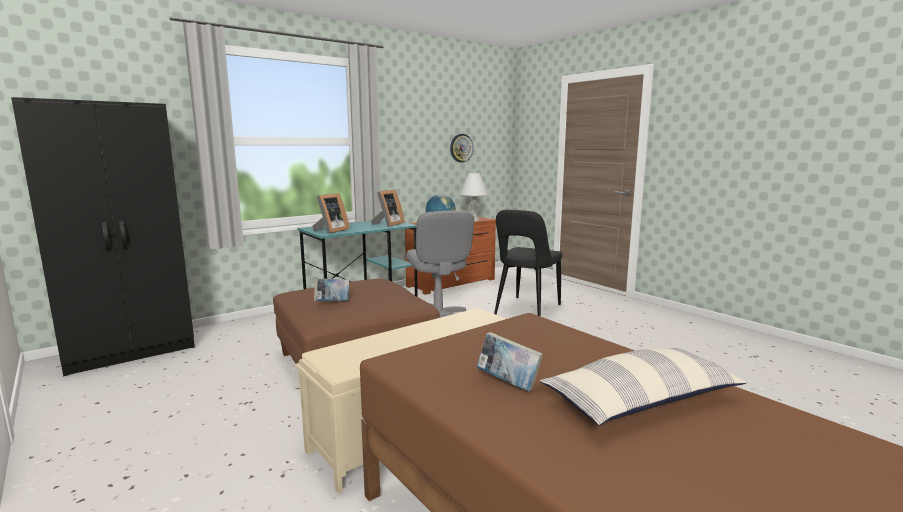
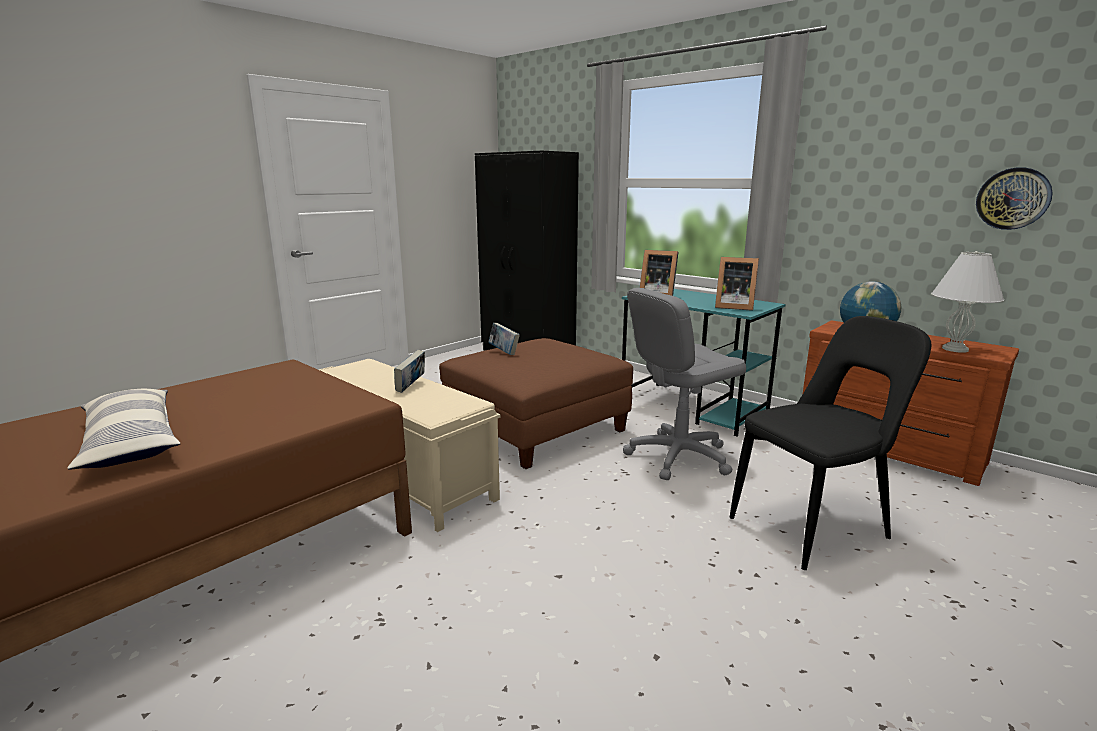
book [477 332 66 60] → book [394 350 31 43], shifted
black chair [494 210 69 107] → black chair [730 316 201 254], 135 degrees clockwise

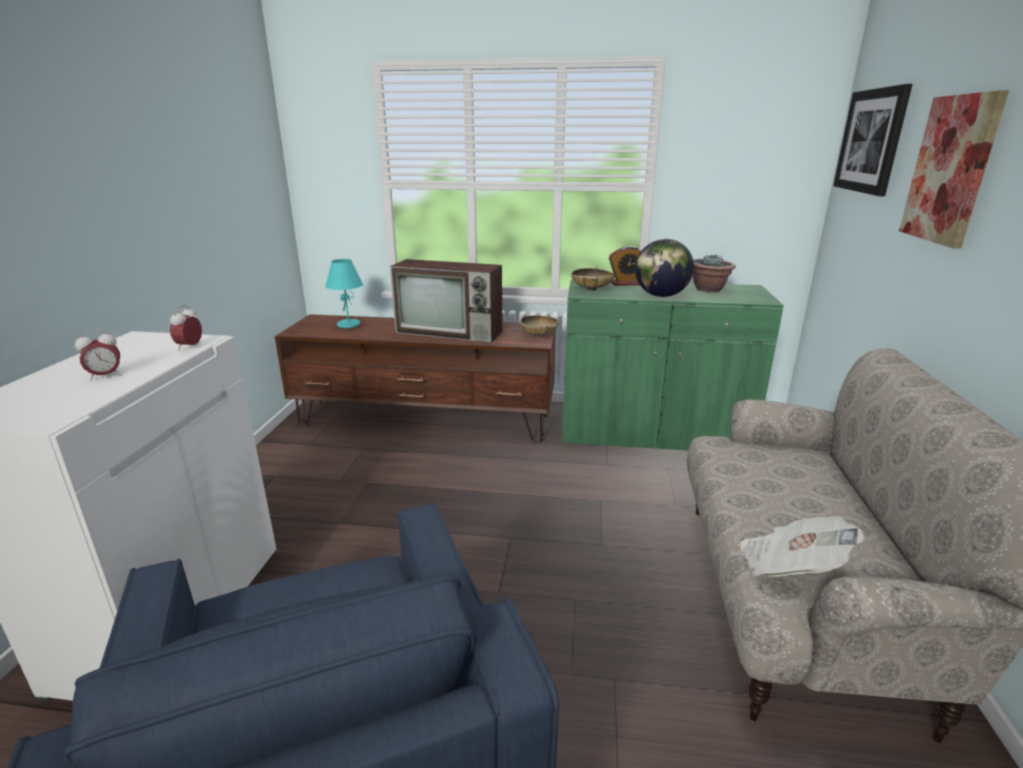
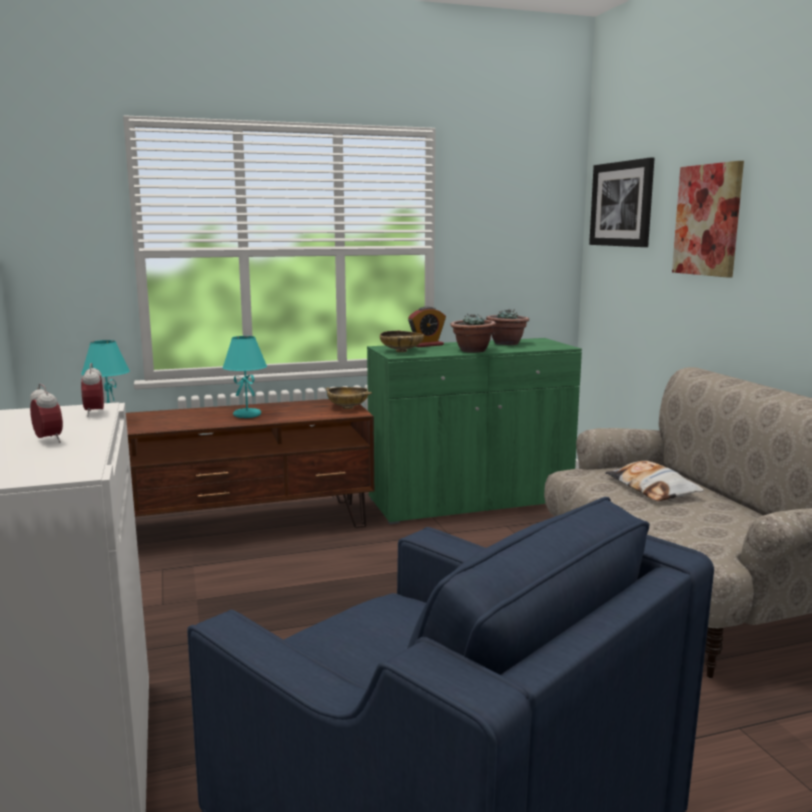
alarm clock [75 329 45 51] → alarm clock [30 383 33 60], 75 degrees counterclockwise
television [390 259 112 84] → turquoise table lamp [222 336 45 82]
globe [635 239 59 58] → potted plant [450 314 46 39]
- → pillow [605 461 99 40]
newspaper [739 516 125 61] → -

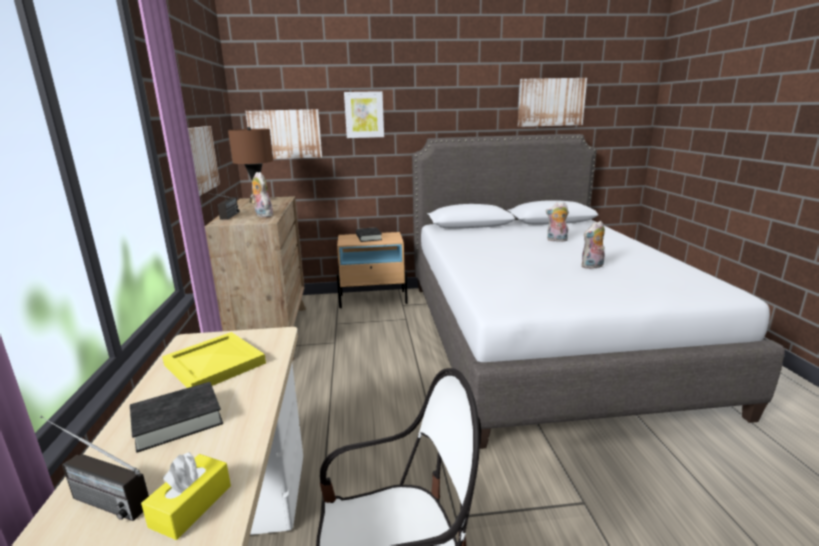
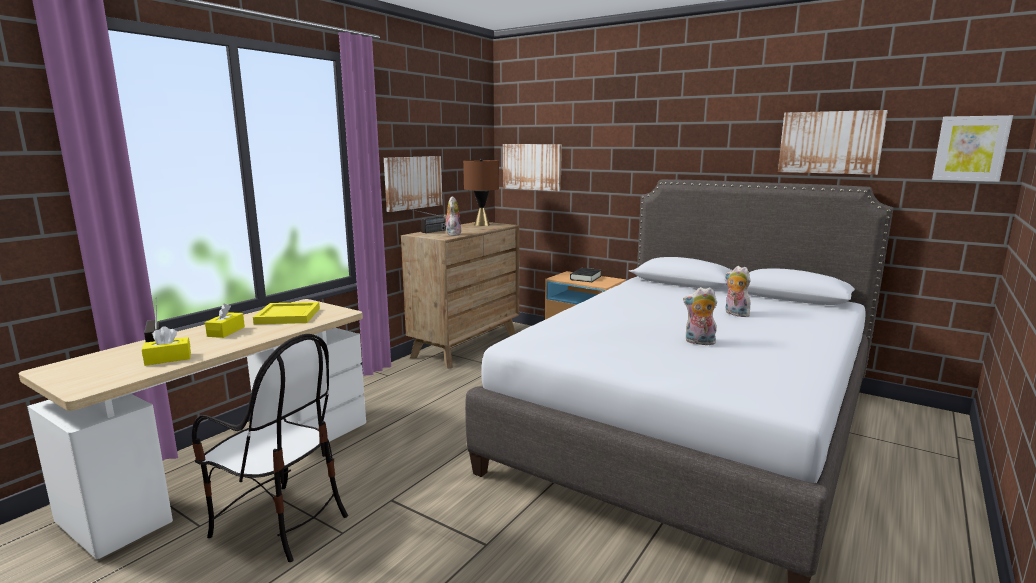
black book [130 382 93 71] → yellow tissue box [205 303 40 35]
picture [344 91 40 47] → picture [932 115 81 67], shifted

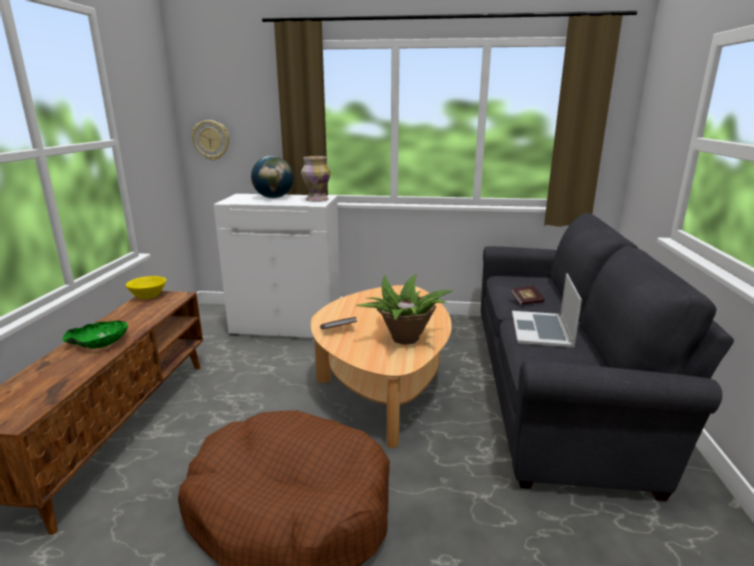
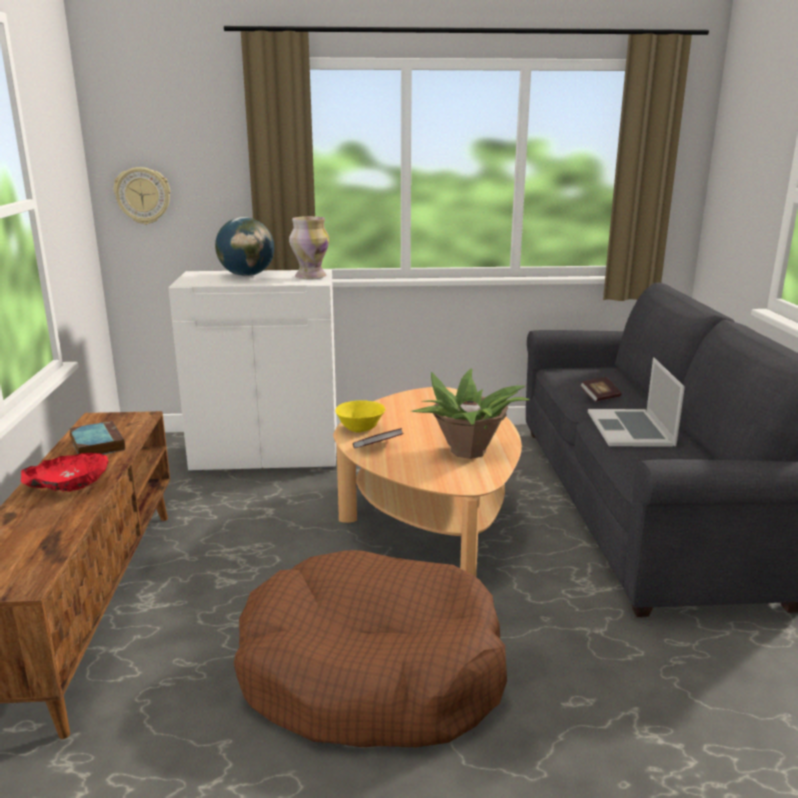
green bowl [62 321 66 28] → red bowl [21 453 87 39]
- → book [69 421 56 34]
yellow bowl [126 276 40 23] → yellow bowl [335 400 50 33], shifted

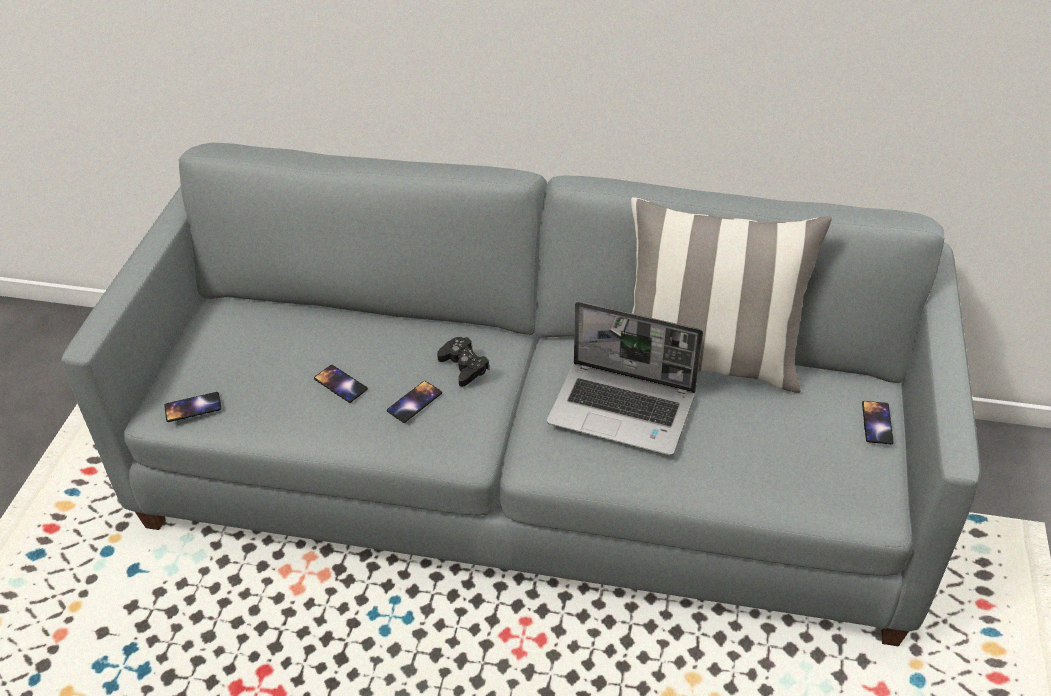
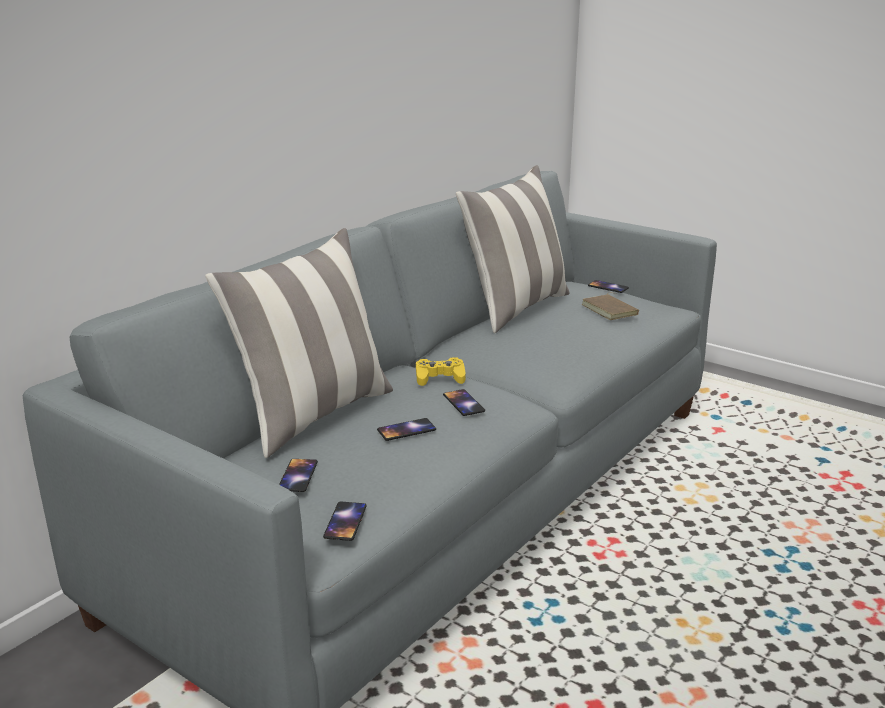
- → pillow [205 228 188 230]
- → phone [279 459 39 33]
black game controller [437 337 53 50] → yellow game controller [416 357 50 29]
- → brown book [582 294 57 26]
laptop [547 301 156 155] → -

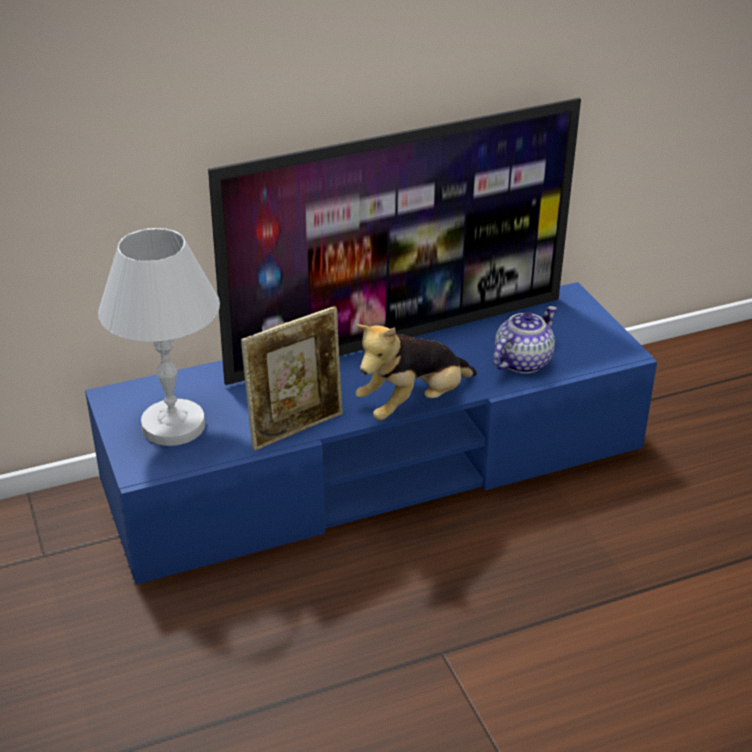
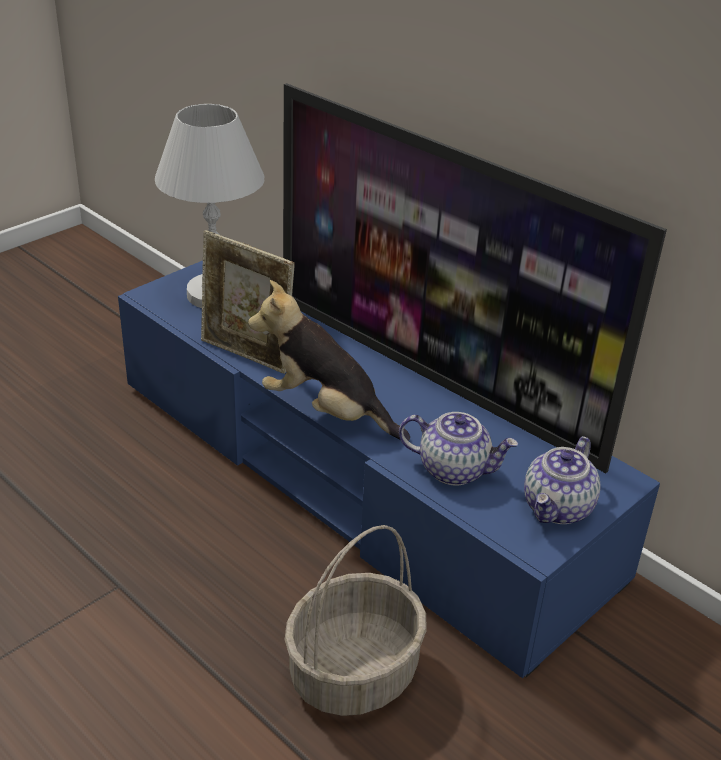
- → basket [284 525 143 191]
- → teapot [524 436 76 88]

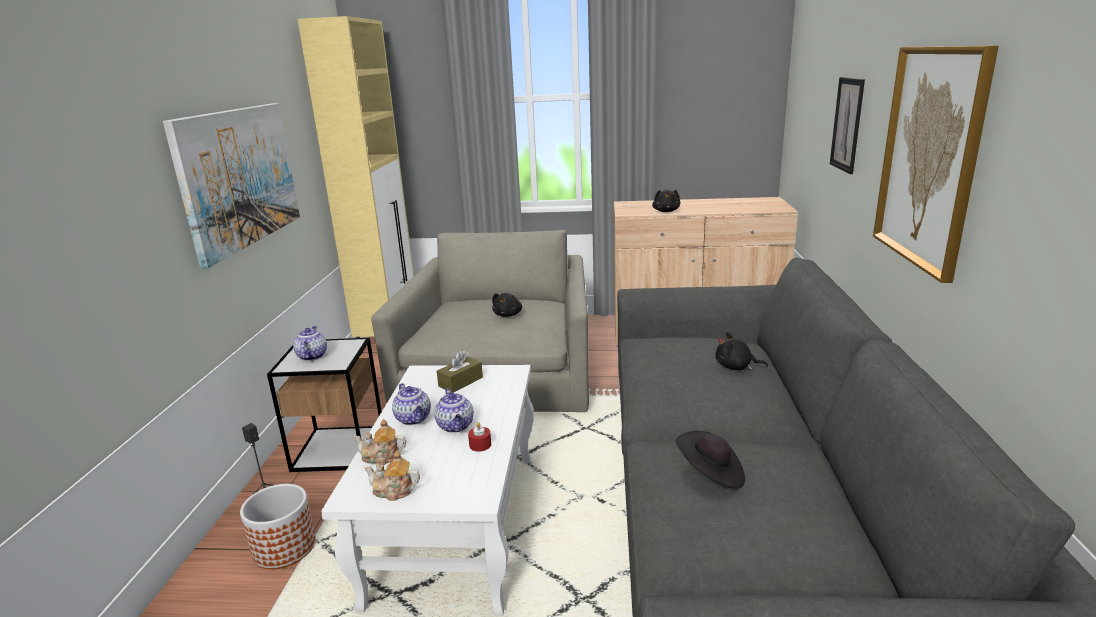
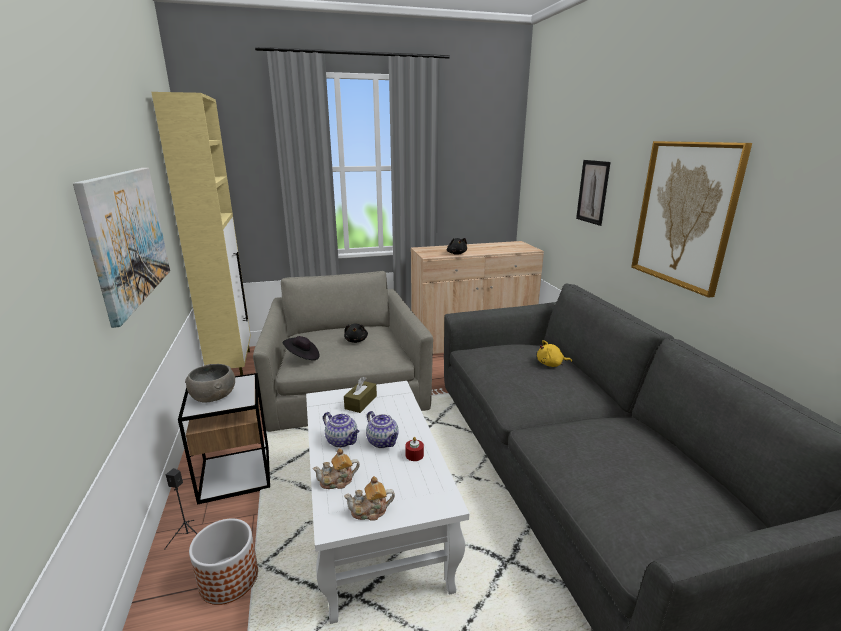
teapot [293 326 34 35] → grey bowl [185 364 50 38]
black hat [676 431 69 57] → black hat [283 336 37 24], shifted
black plush toy [715 332 53 38] → yellow plush toy [537 340 35 27]

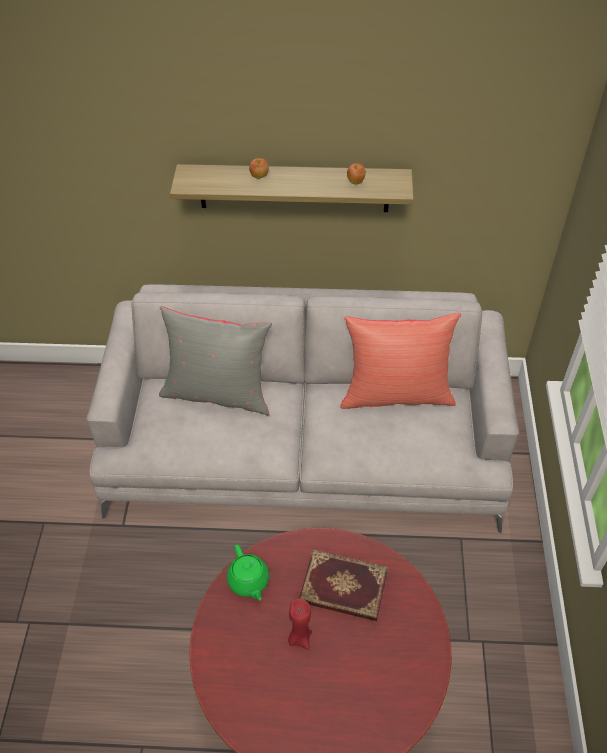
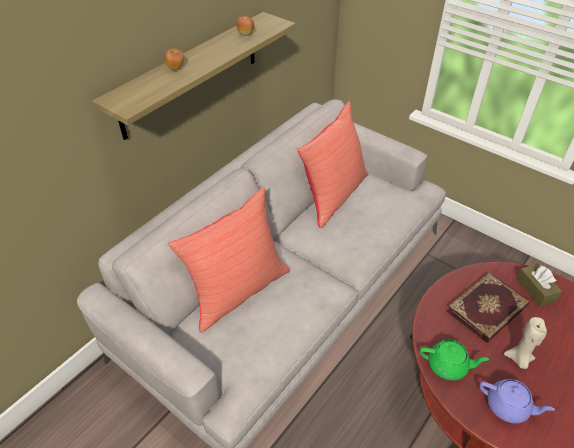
grey pillow [159 306 113 110] → red pillow [168 187 122 146]
- → purple teapot [479 379 76 45]
red candle [288 599 24 51] → beige candle [504 317 43 52]
- → brown tissue box [516 264 46 43]

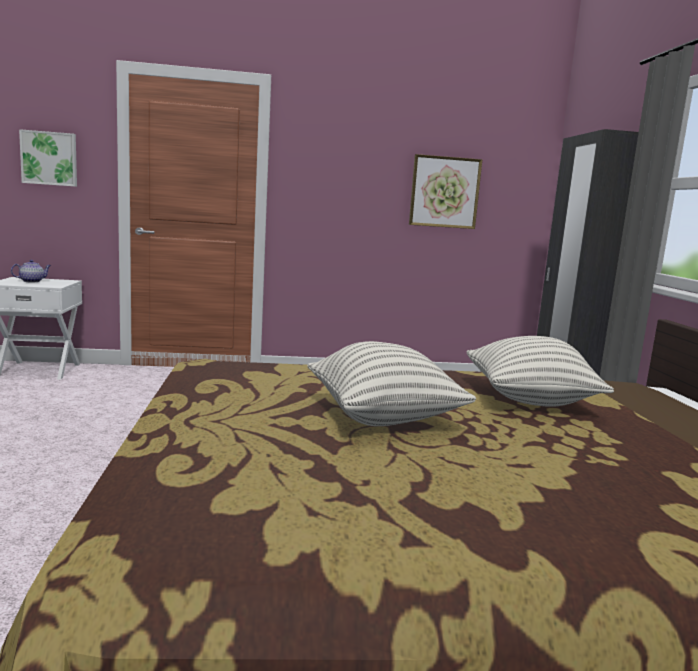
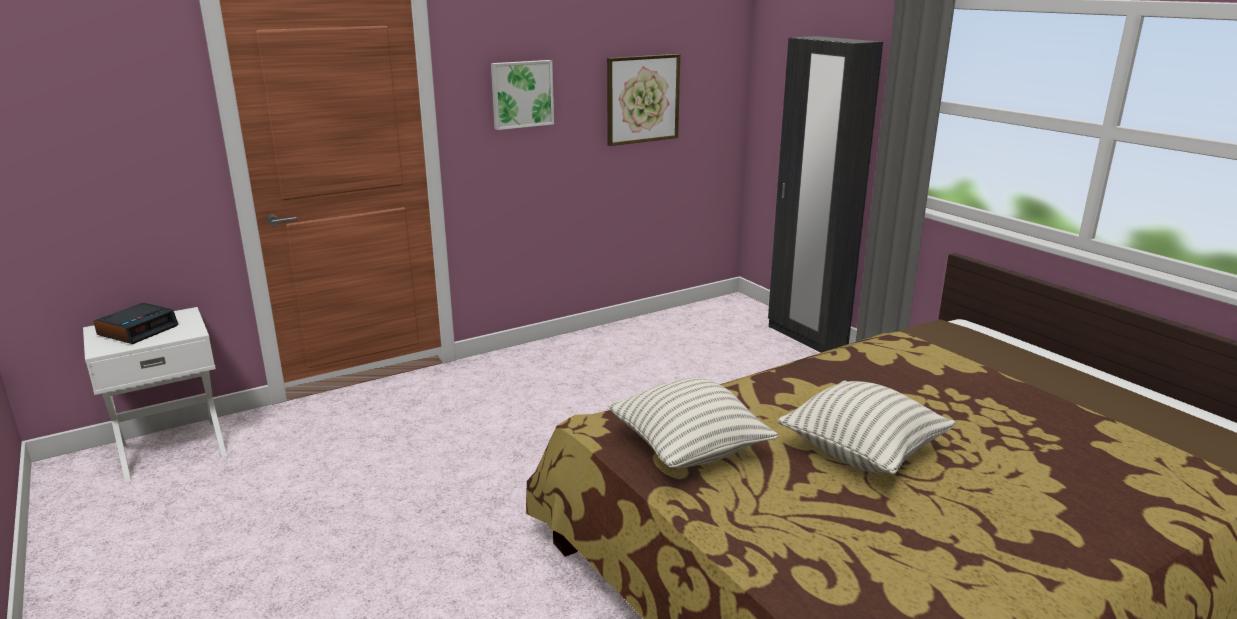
teapot [11 260 40 22] → alarm clock [94 303 84 41]
picture [19 129 58 58] → picture [491 60 63 70], shifted
pillow [467 336 147 71] → pillow [608 378 170 90], shifted

